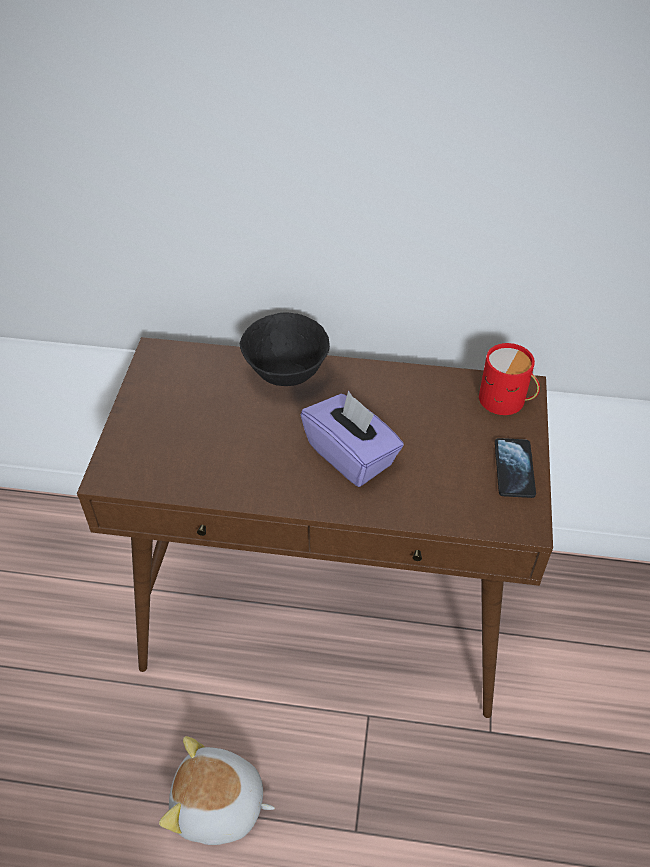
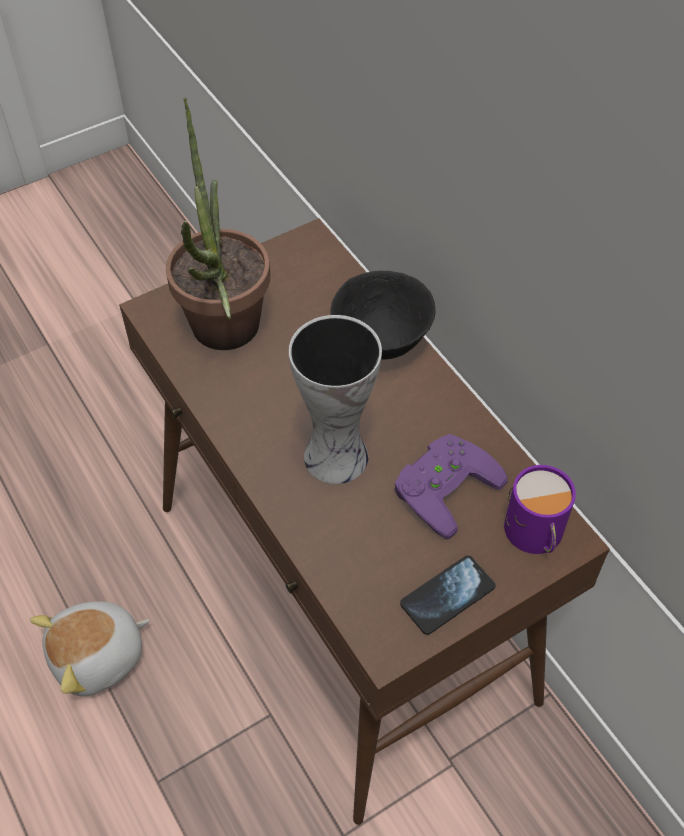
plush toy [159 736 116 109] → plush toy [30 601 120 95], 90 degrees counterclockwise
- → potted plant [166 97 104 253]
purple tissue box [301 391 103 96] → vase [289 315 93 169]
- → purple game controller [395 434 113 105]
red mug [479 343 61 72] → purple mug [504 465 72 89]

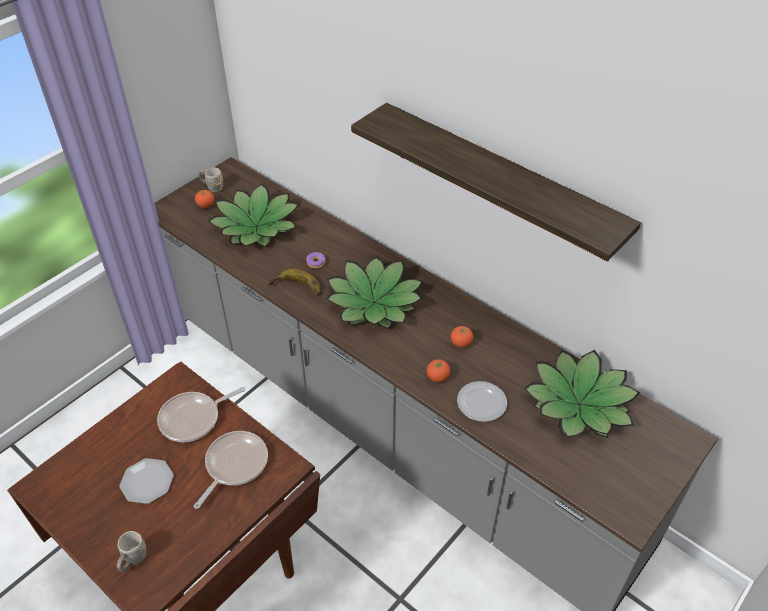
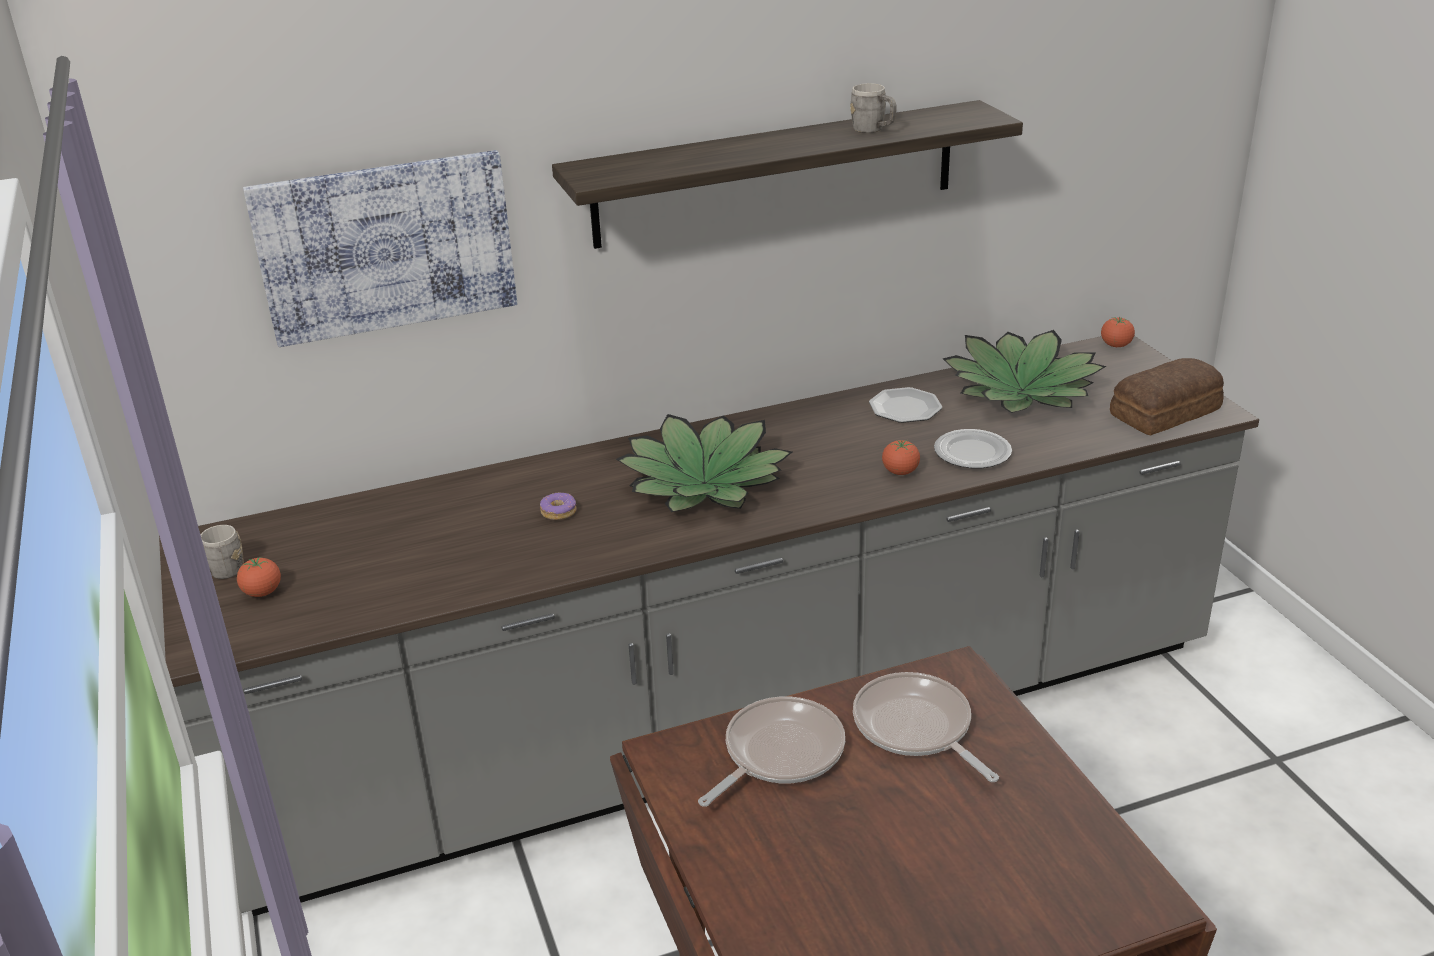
- → picture [243 150 274 197]
frying pan [157 387 88 55] → frying pan [698 697 147 110], 135 degrees counterclockwise
grey mug [117 531 29 41] → grey mug [850 83 46 50], shifted
plate [119 458 55 46] → plate [869 387 73 36], shifted
tomato [451 326 22 22] → tomato [1101 317 34 30], shifted
- → bread [1110 358 114 77]
potted plant [208 184 91 63] → -
banana [268 269 53 27] → -

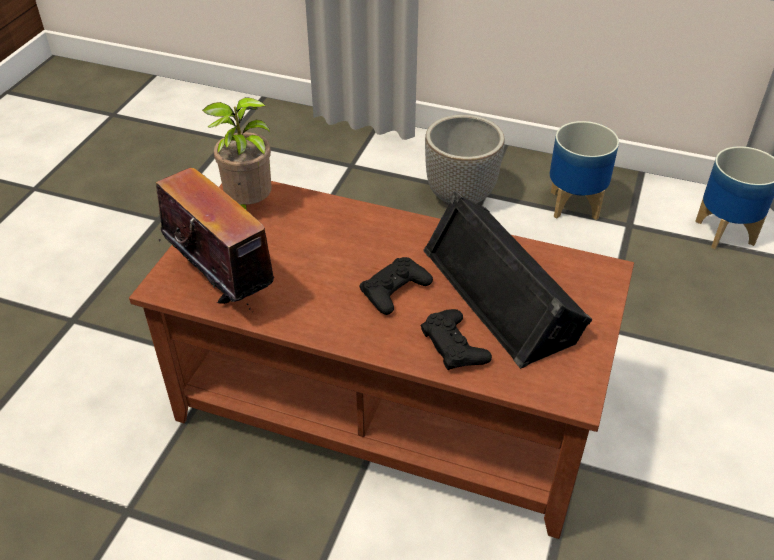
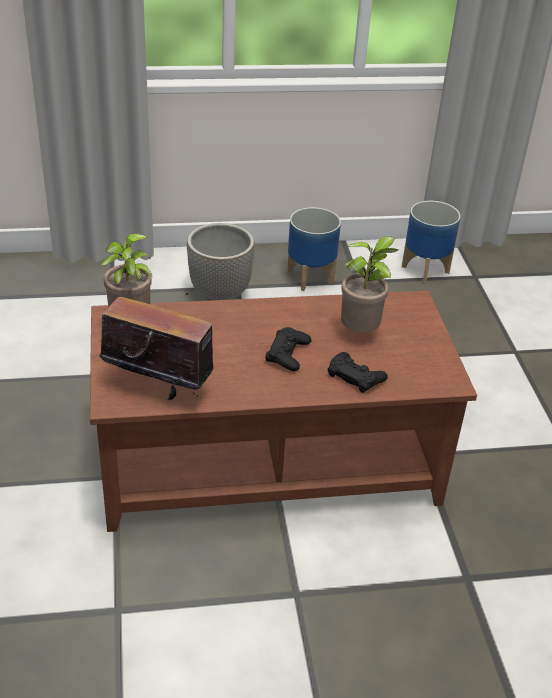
black speaker [423 191 169 178] → potted plant [341 236 57 96]

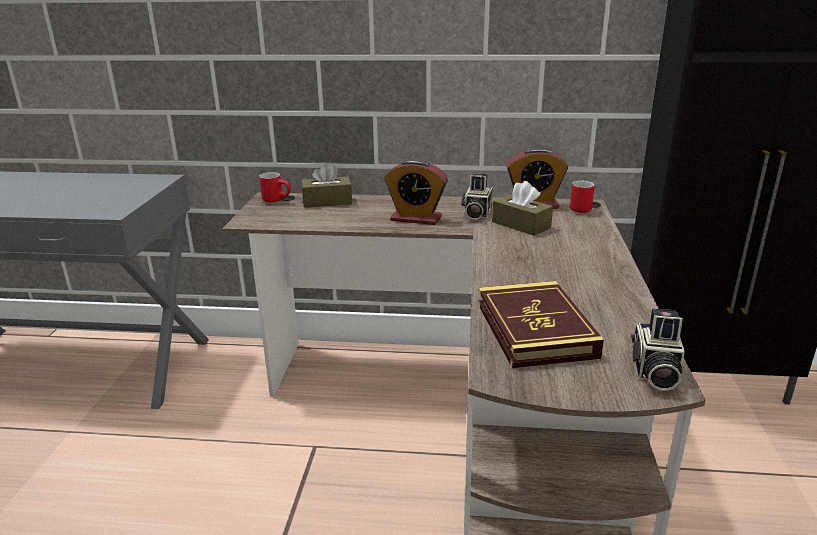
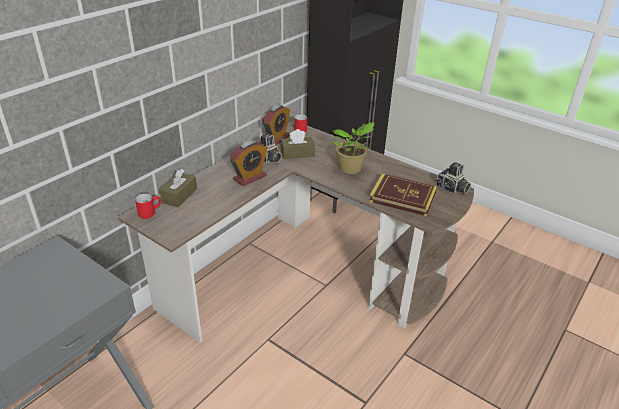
- → potted plant [332 122 42 52]

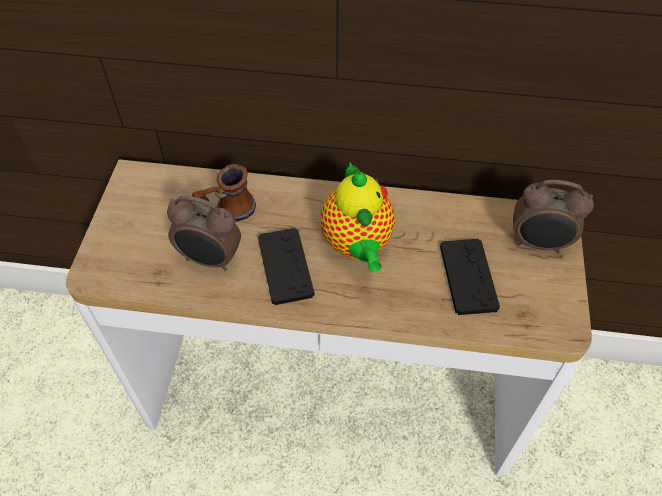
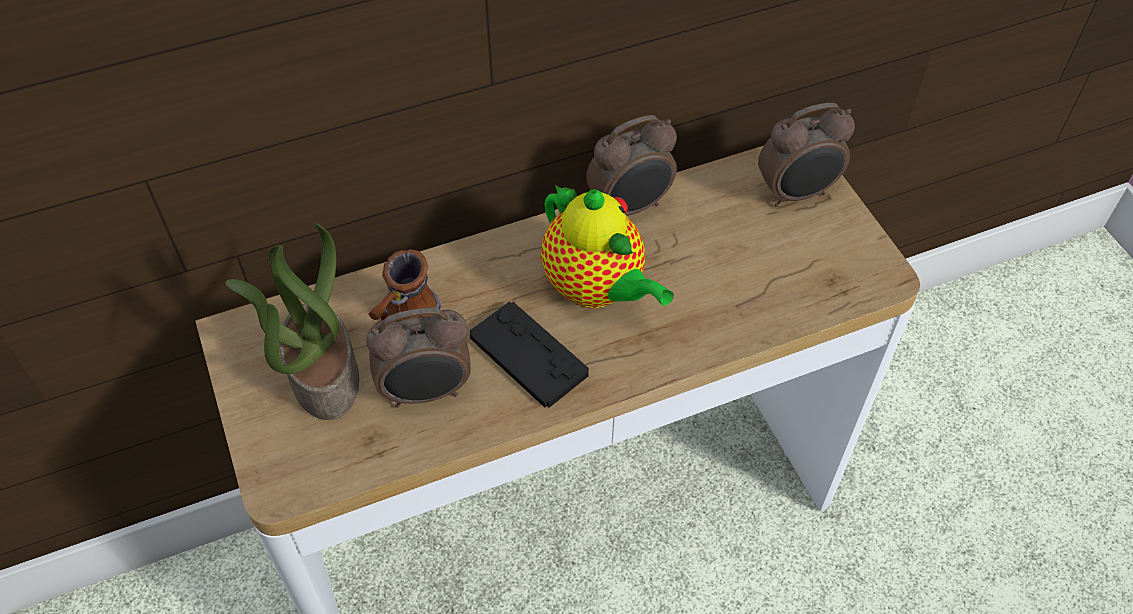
- → potted plant [226 223 133 197]
- → alarm clock [586 115 91 101]
black game controller [440 239 60 76] → -

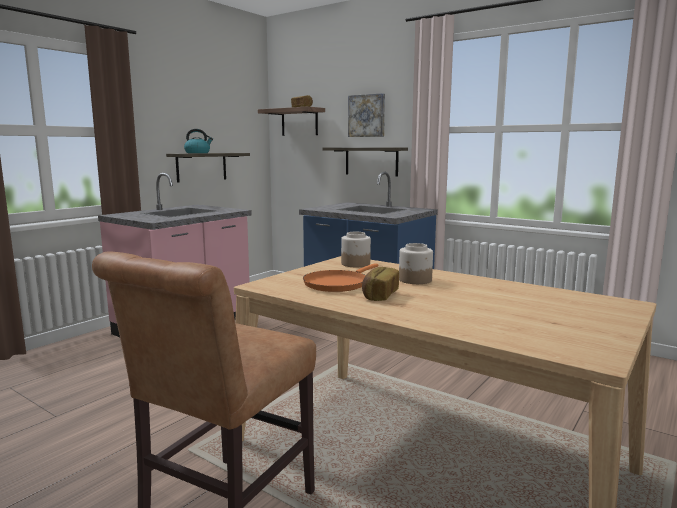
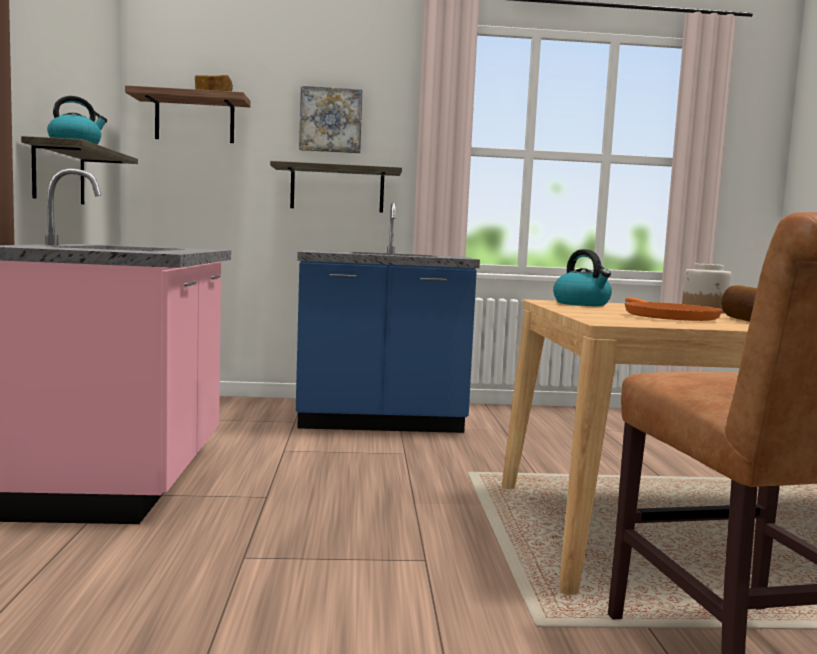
jar [341 232 30 35] → kettle [553 249 59 57]

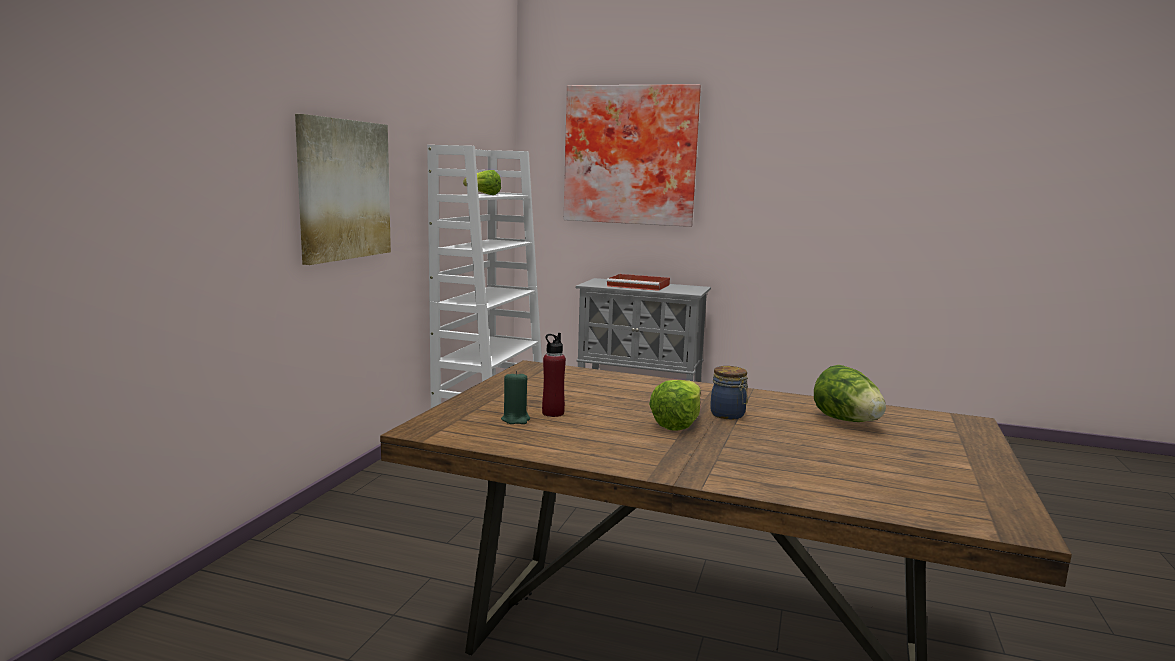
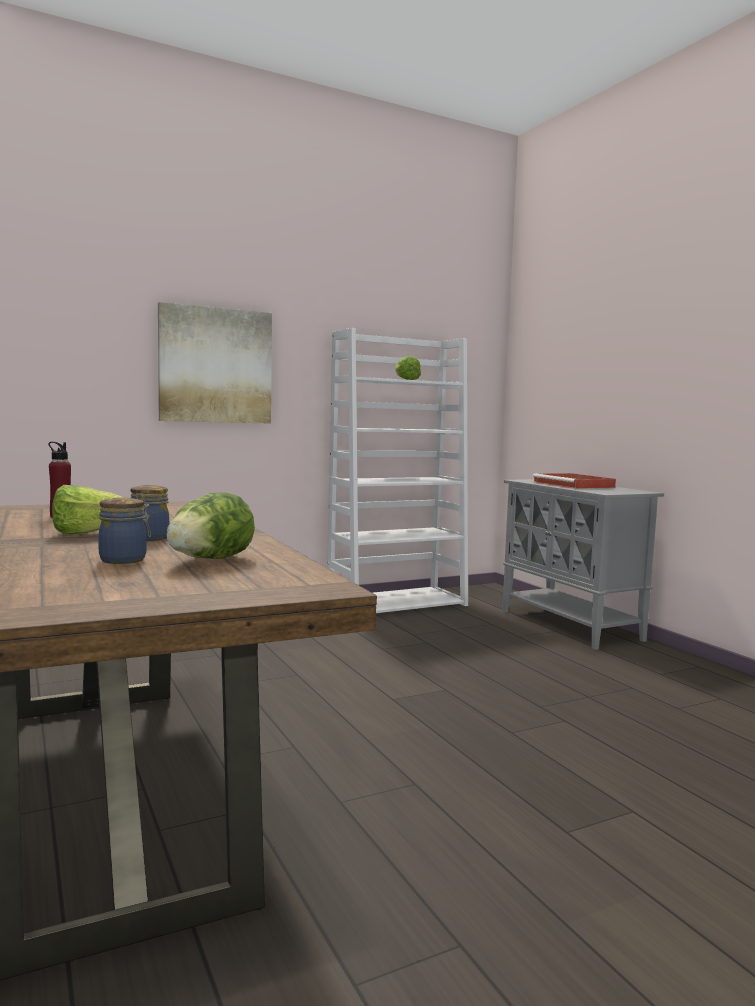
- → jar [98 498 53 66]
green candle [501 371 29 53] → -
picture [564 84 137 143] → -

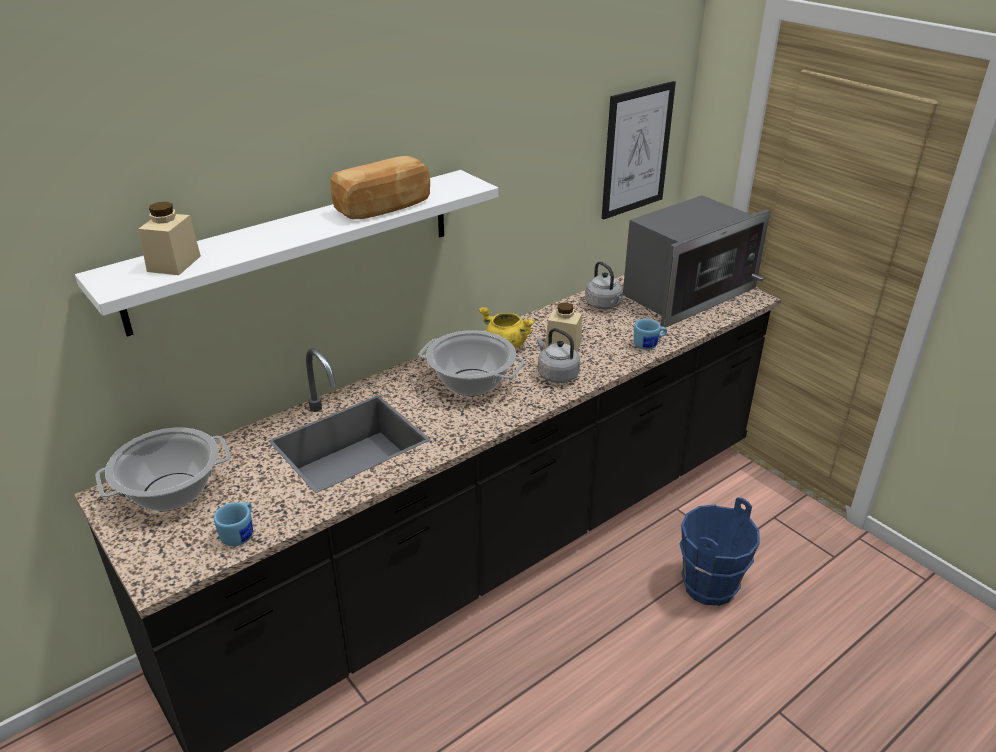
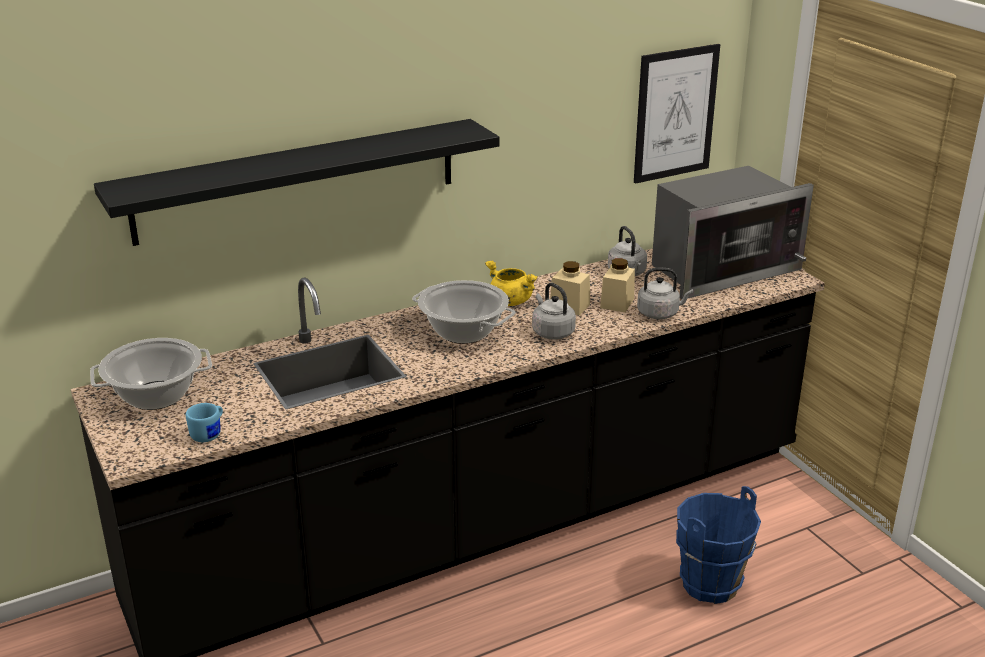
white shelf [75 170 423 167] → black shelf [94 119 406 127]
beige jar [138 202 63 73] → beige jar [600 258 35 54], shifted
blue mug [634 319 33 31] → grey kettle [637 268 56 51]
bread [331 156 99 63] → -

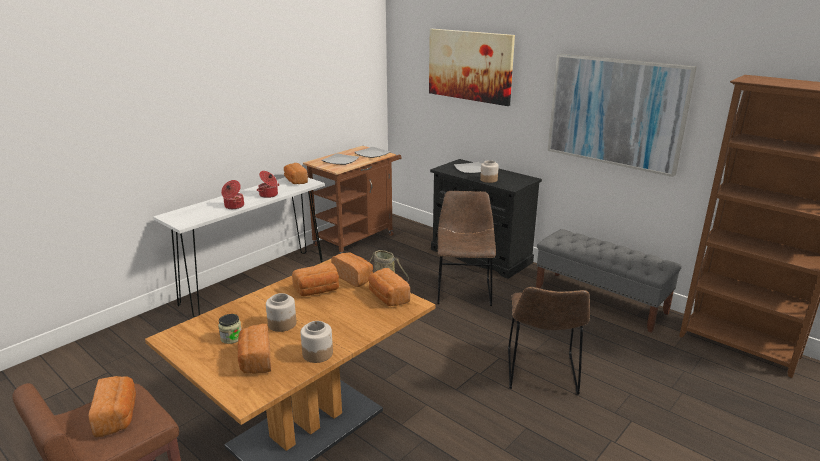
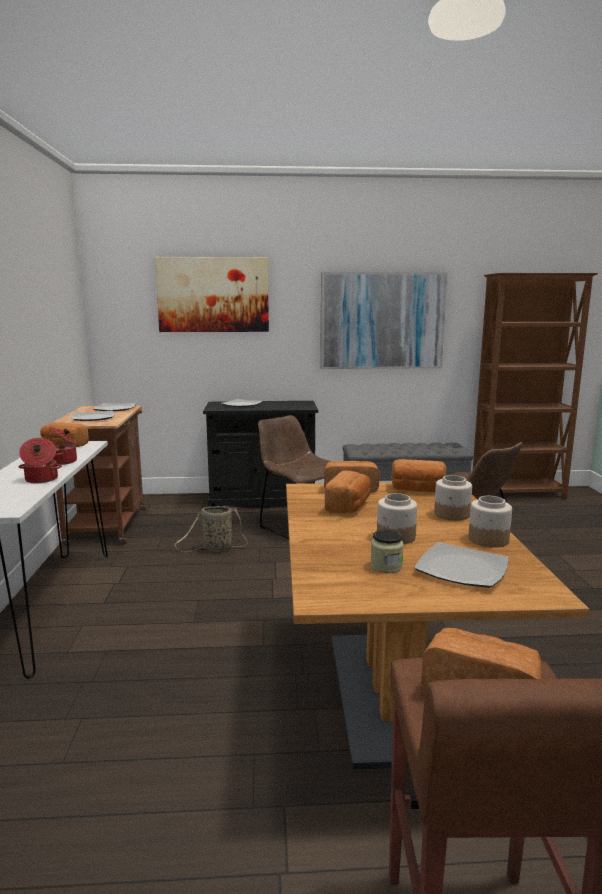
bread [238 324 33 50] → plate [414 542 95 46]
jar [480 160 19 23] → jar [434 475 38 46], shifted

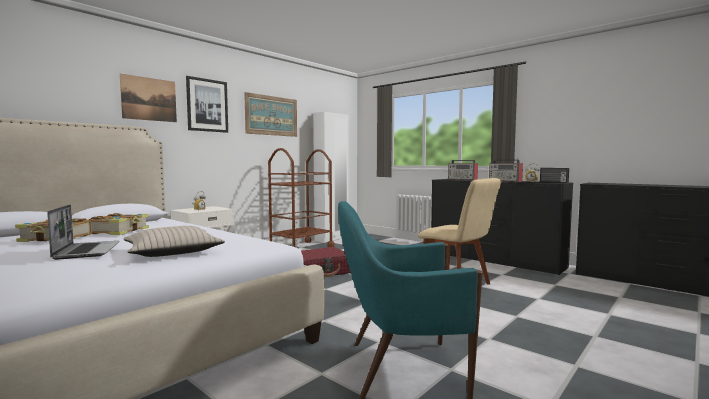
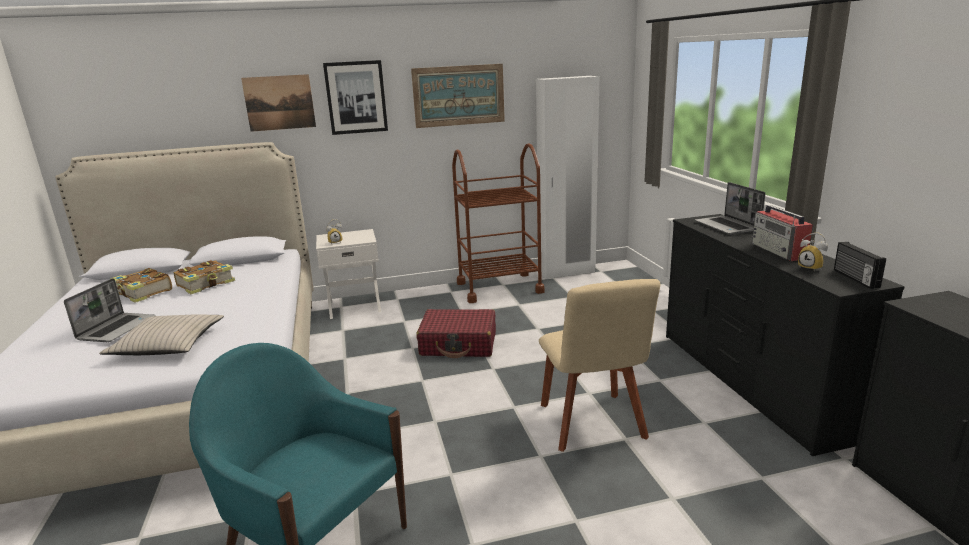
radio [448 159 30 21] → laptop [695 182 70 53]

